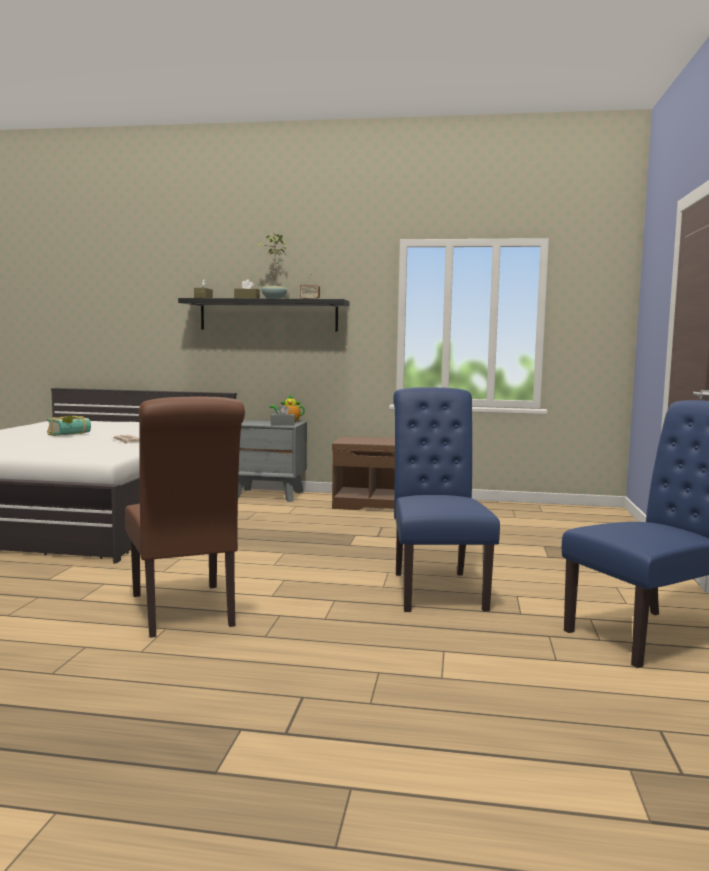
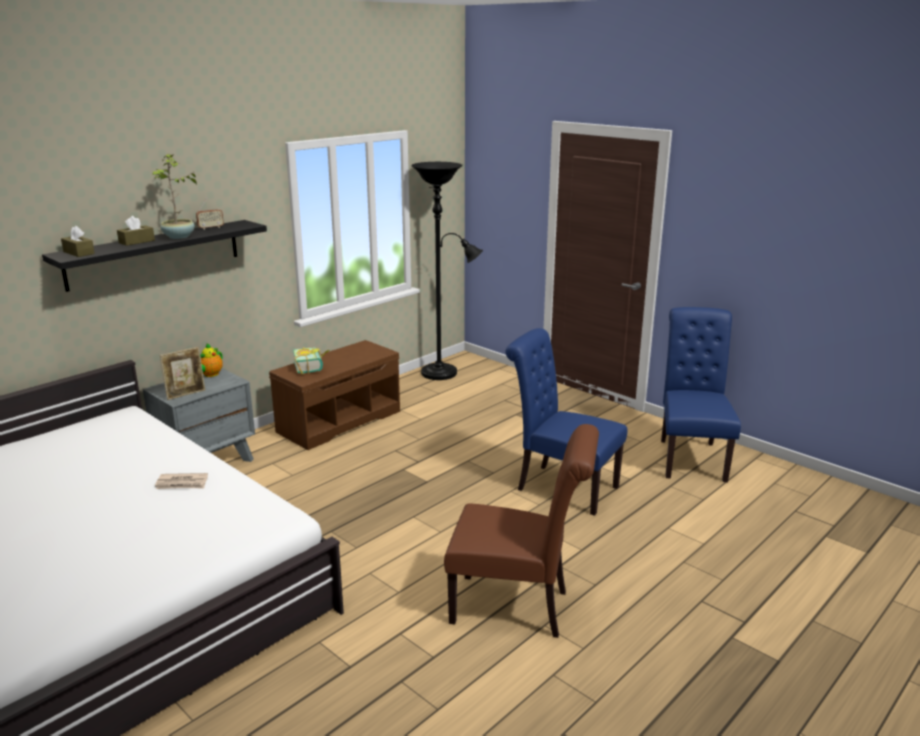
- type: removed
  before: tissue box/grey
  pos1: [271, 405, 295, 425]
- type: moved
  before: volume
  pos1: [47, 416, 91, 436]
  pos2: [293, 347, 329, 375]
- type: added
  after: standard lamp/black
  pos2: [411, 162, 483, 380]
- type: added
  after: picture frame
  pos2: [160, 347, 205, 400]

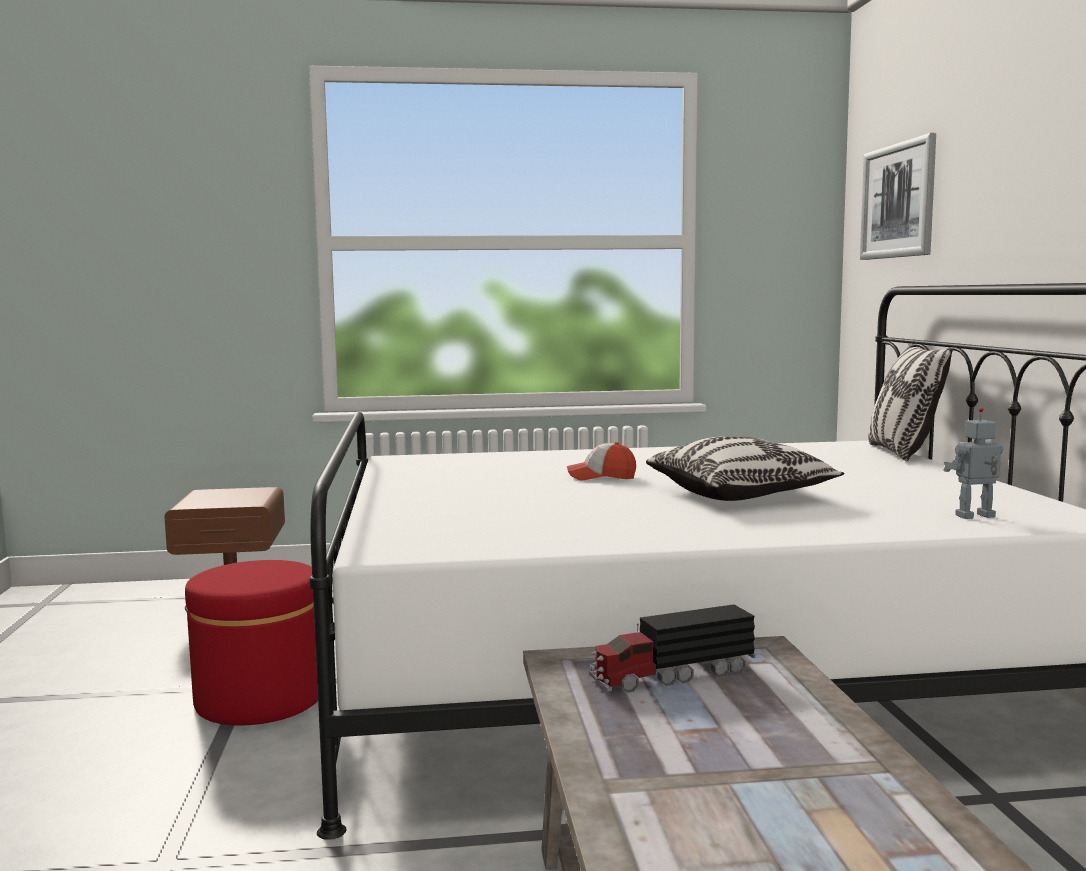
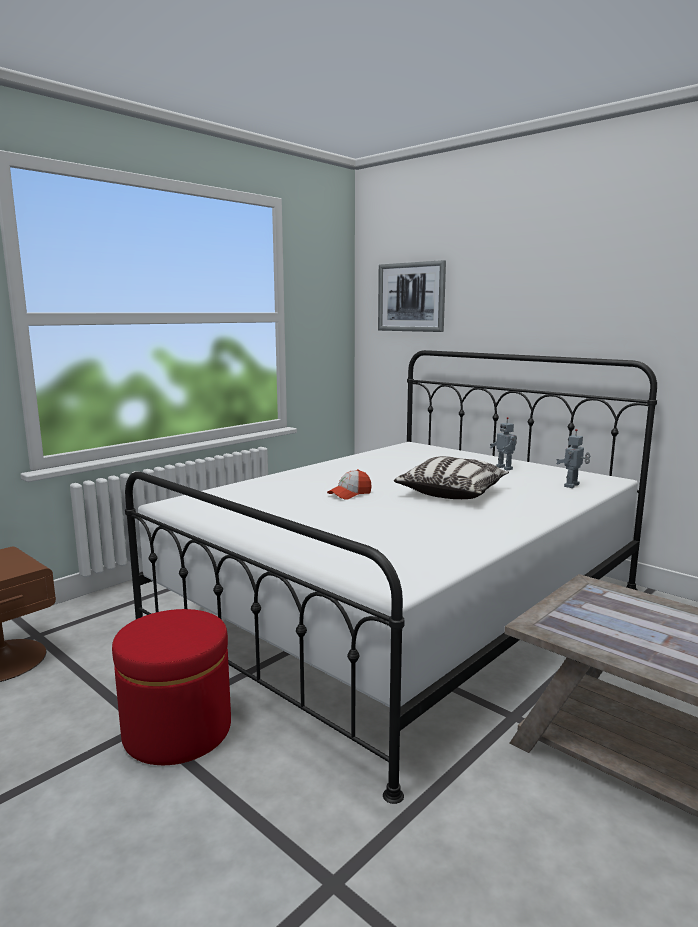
- type: removed
  before: throw pillow
  pos1: [868, 343, 952, 461]
- type: removed
  before: toy lorry
  pos1: [590, 604, 755, 693]
- type: added
  after: model robot
  pos2: [490, 417, 517, 470]

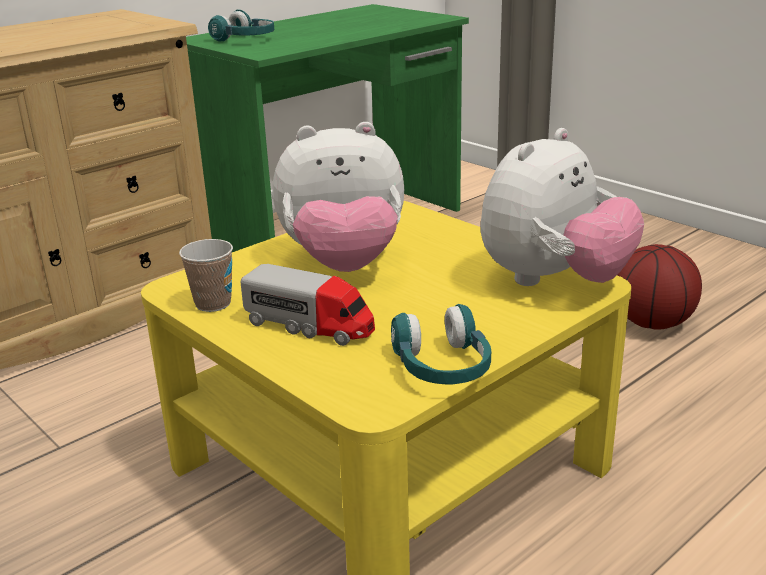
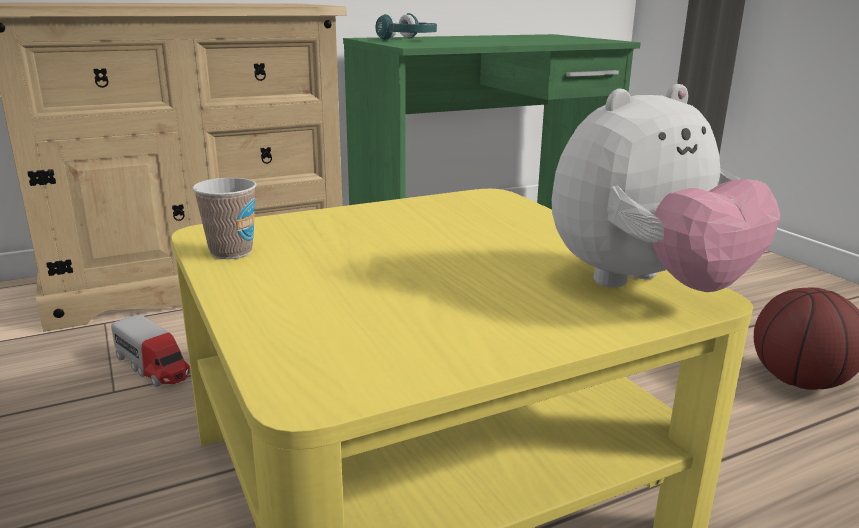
- type: removed
  before: cuddly toy
  pos1: [272, 122, 404, 272]
- type: moved
  before: toy lorry
  pos1: [240, 264, 375, 346]
  pos2: [111, 315, 191, 387]
- type: removed
  before: headphones/turquoise
  pos1: [391, 304, 491, 384]

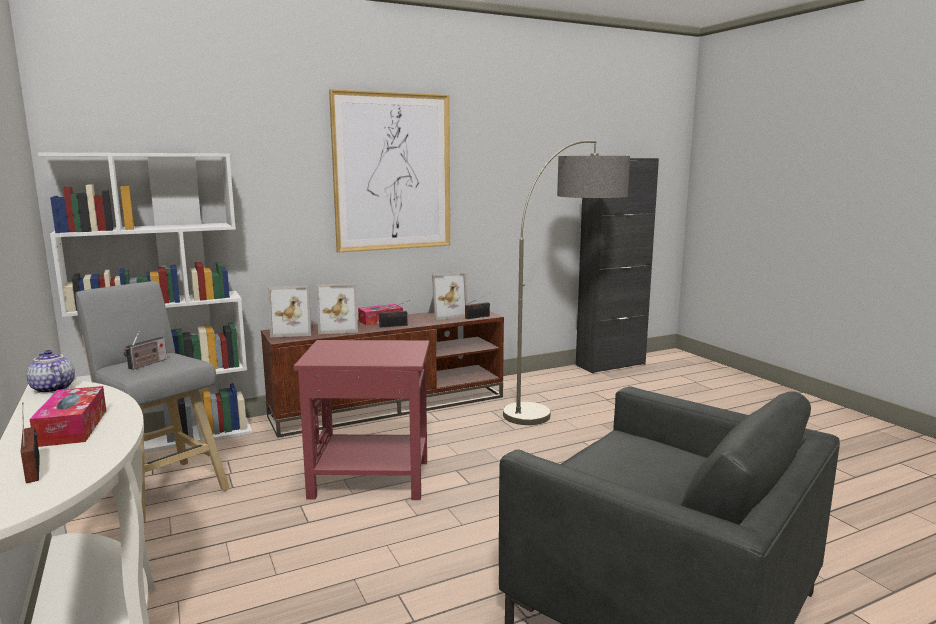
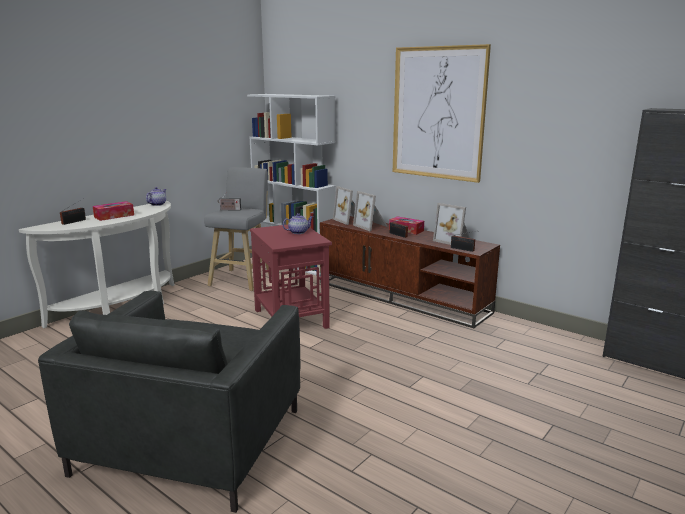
- type: removed
  before: standard lamp
  pos1: [503, 141, 630, 425]
- type: added
  after: pot for tea
  pos2: [283, 213, 313, 234]

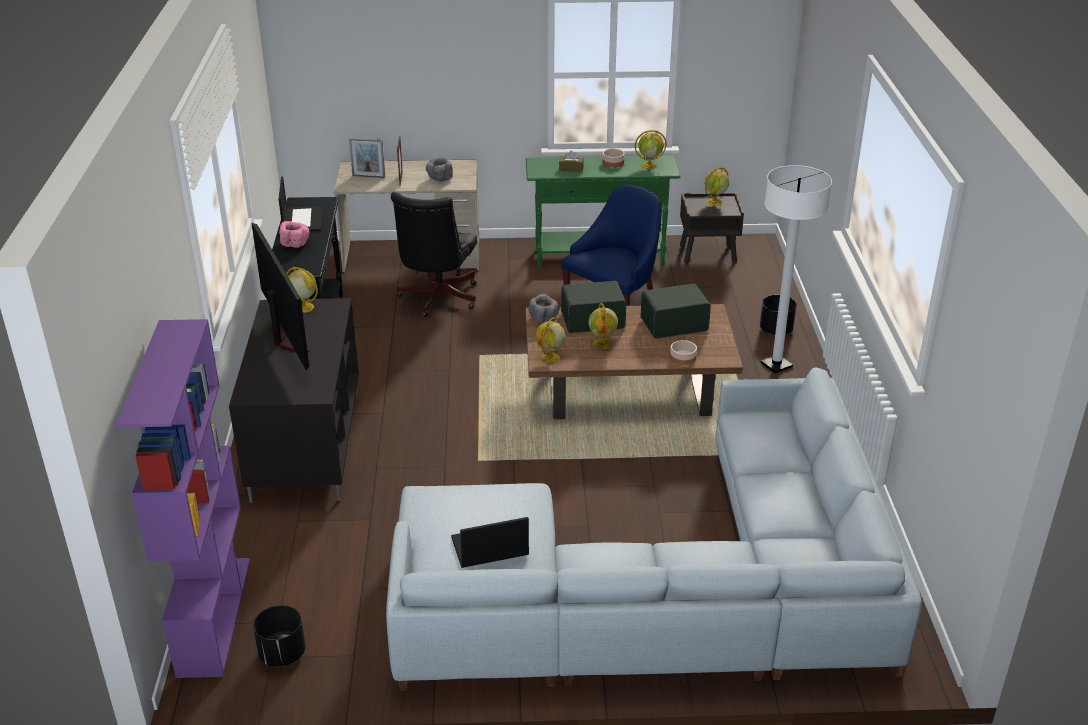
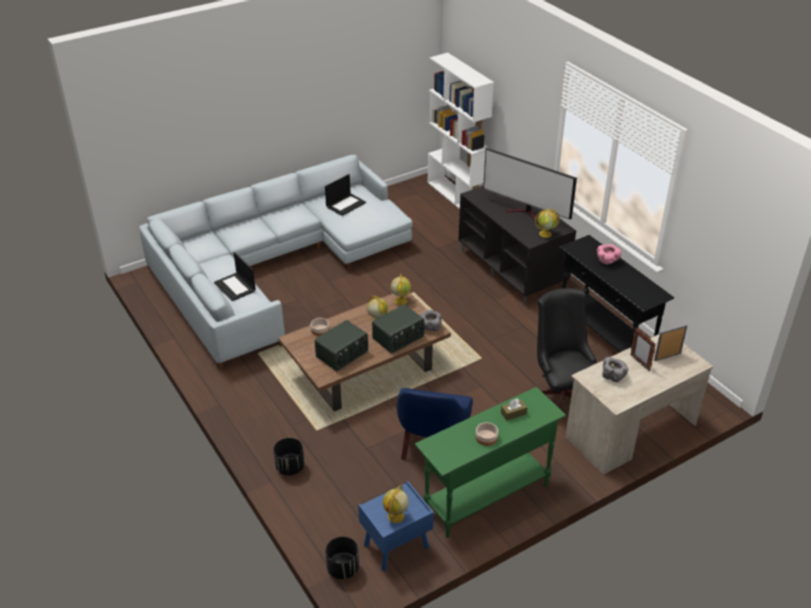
- type: removed
  before: world globe
  pos1: [635, 130, 667, 169]
- type: removed
  before: standard lamp/white-coloured
  pos1: [761, 165, 832, 373]
- type: moved
  before: laptop
  pos1: [279, 177, 322, 231]
  pos2: [214, 252, 256, 301]
- type: recoloured
  before: nightstand/brown
  after: nightstand/bluish
  pos1: [680, 193, 744, 263]
  pos2: [358, 481, 434, 571]
- type: recoloured
  before: shelving unit/purple-coloured
  after: shelving unit/white-coloured
  pos1: [116, 319, 250, 678]
  pos2: [428, 53, 494, 209]
- type: moved
  before: planter/black
  pos1: [253, 605, 305, 667]
  pos2: [325, 537, 359, 579]

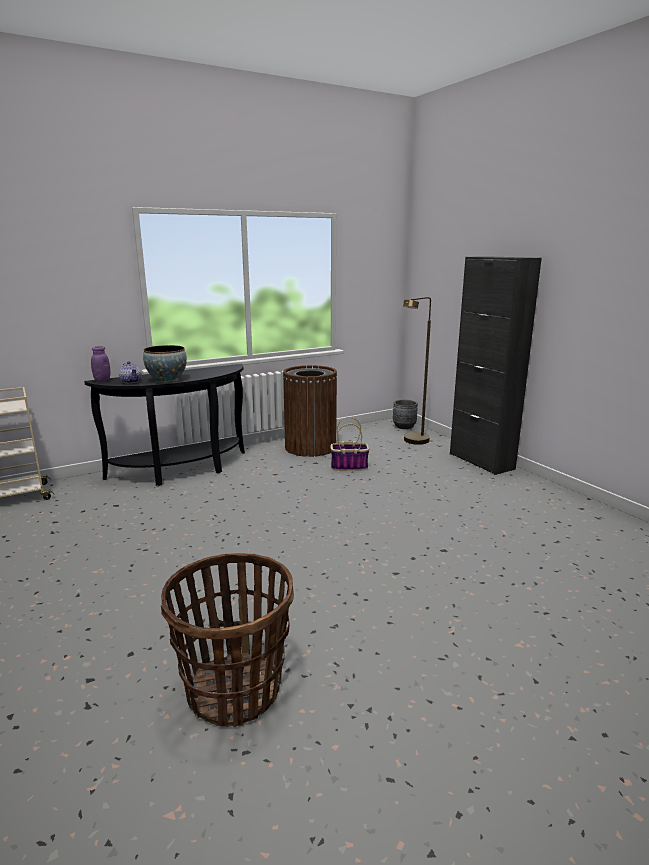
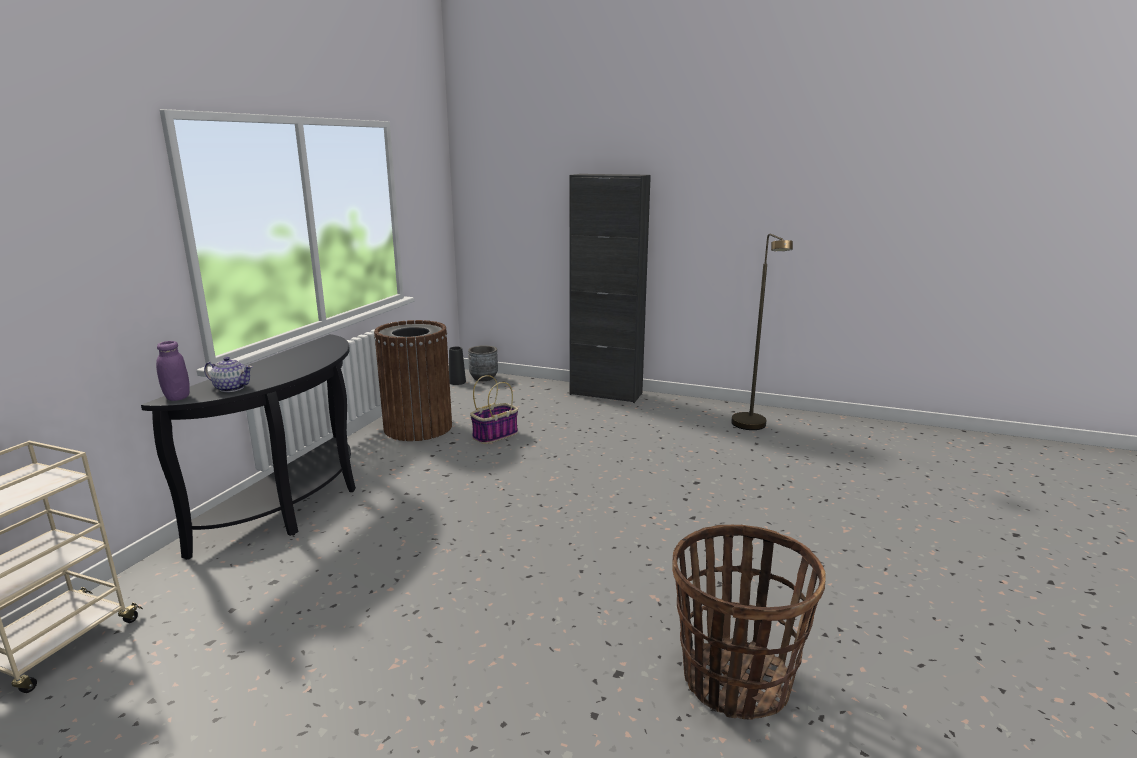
- type: moved
  before: standard lamp/brown
  pos1: [403, 297, 431, 445]
  pos2: [731, 234, 793, 430]
- type: removed
  before: bowl
  pos1: [143, 345, 187, 383]
- type: added
  after: decorative vase/black
  pos2: [449, 347, 466, 385]

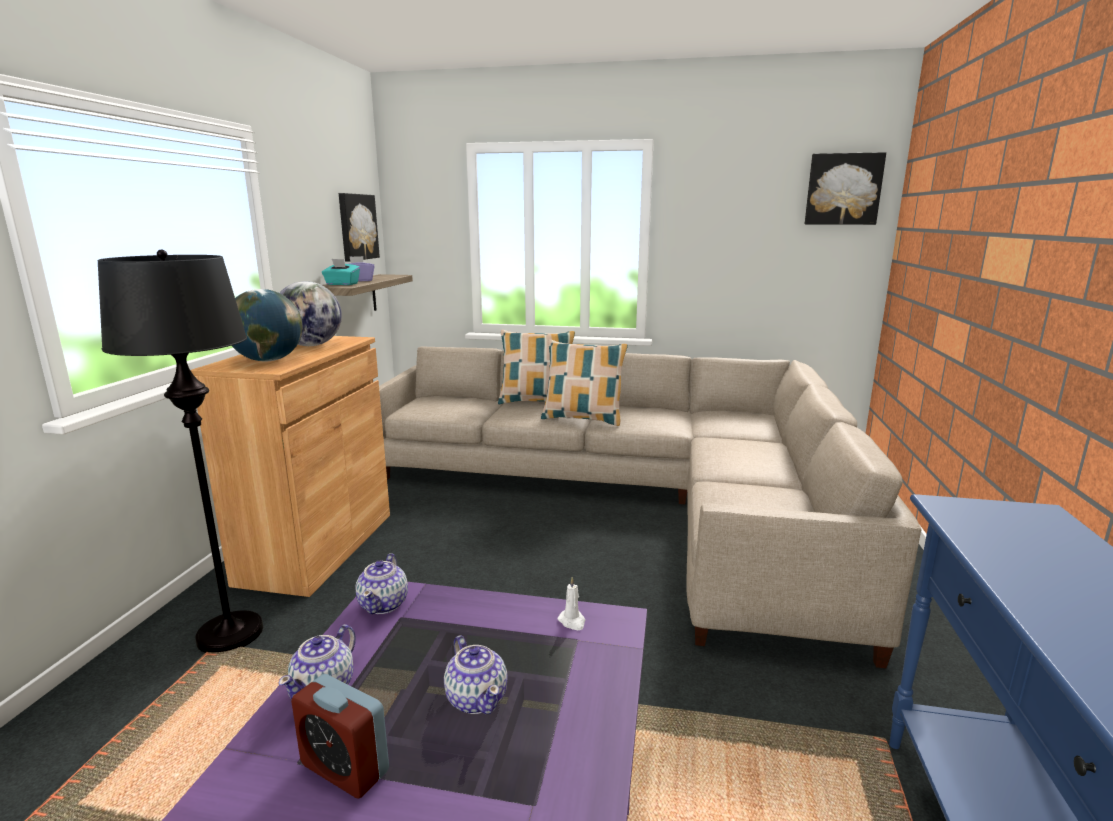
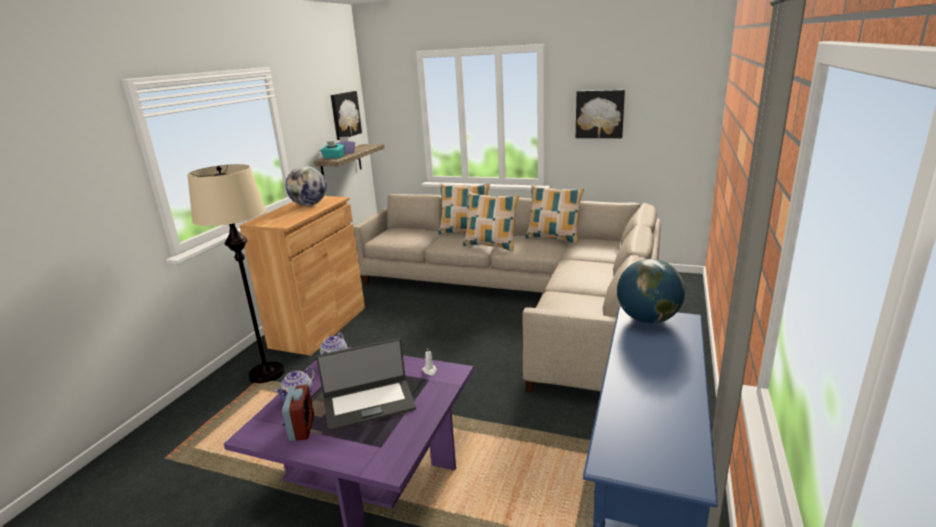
- type: moved
  before: wall picture
  pos1: [805, 152, 886, 225]
  pos2: [576, 90, 625, 138]
- type: recoloured
  before: standard lamp/black
  after: standard lamp/sand-coloured
  pos1: [97, 250, 263, 653]
  pos2: [187, 164, 284, 383]
- type: moved
  before: world globe
  pos1: [232, 289, 303, 362]
  pos2: [617, 259, 685, 323]
- type: replaced
  before: pot for tea
  after: laptop
  pos1: [444, 635, 508, 714]
  pos2: [316, 338, 416, 431]
- type: turned
  before: table clock
  pos1: [291, 674, 389, 798]
  pos2: [282, 385, 314, 441]
  turn: -135
- type: added
  after: throw pillow
  pos2: [525, 185, 584, 244]

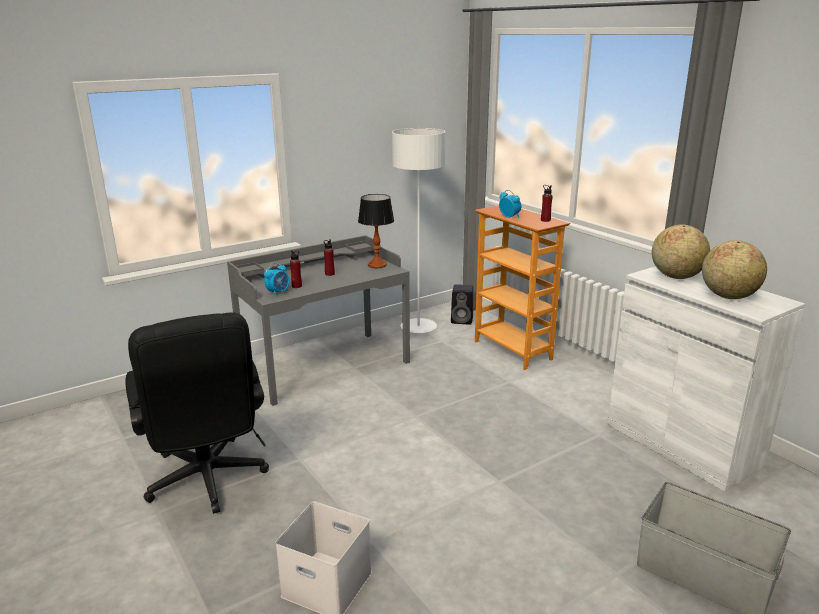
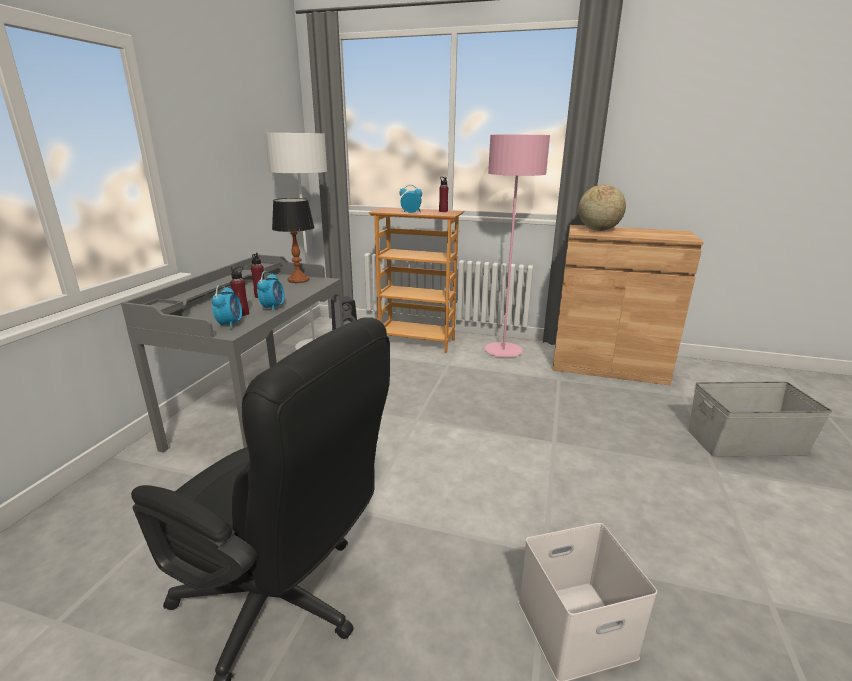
- type: removed
  before: world globe
  pos1: [702, 240, 767, 299]
- type: recoloured
  before: cabinet/white-coloured
  after: cabinet/brown
  pos1: [607, 266, 805, 492]
  pos2: [553, 225, 704, 385]
- type: added
  after: standard lamp/pinkish
  pos2: [485, 135, 550, 357]
- type: added
  after: table clock
  pos2: [257, 271, 284, 312]

